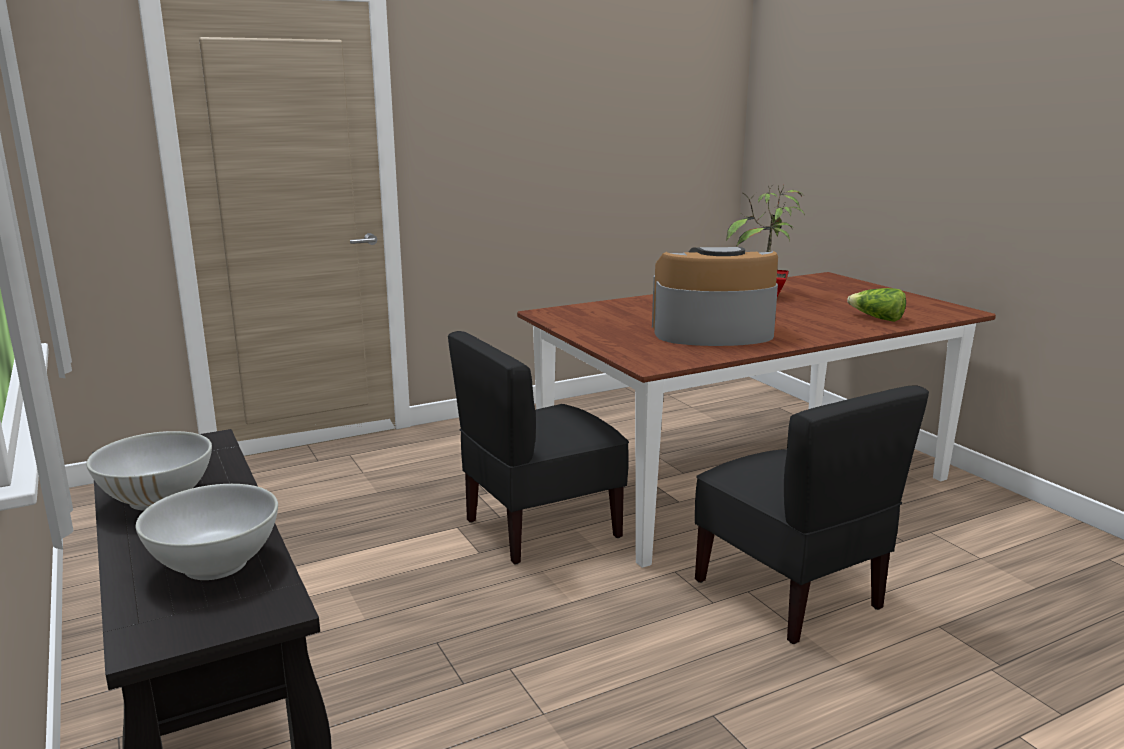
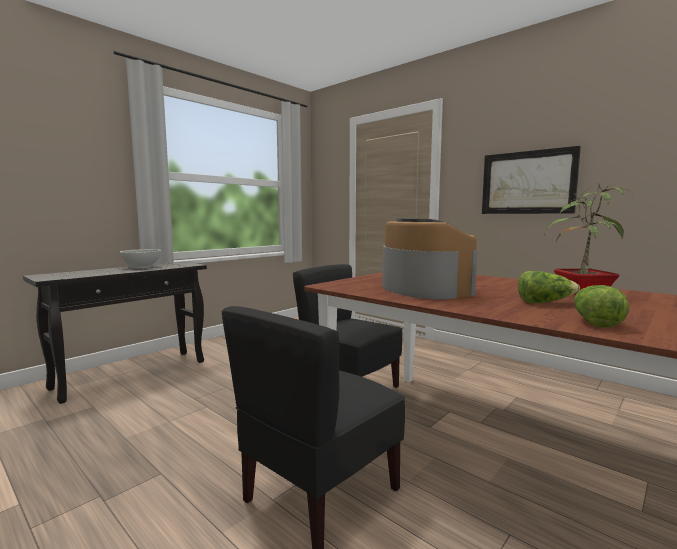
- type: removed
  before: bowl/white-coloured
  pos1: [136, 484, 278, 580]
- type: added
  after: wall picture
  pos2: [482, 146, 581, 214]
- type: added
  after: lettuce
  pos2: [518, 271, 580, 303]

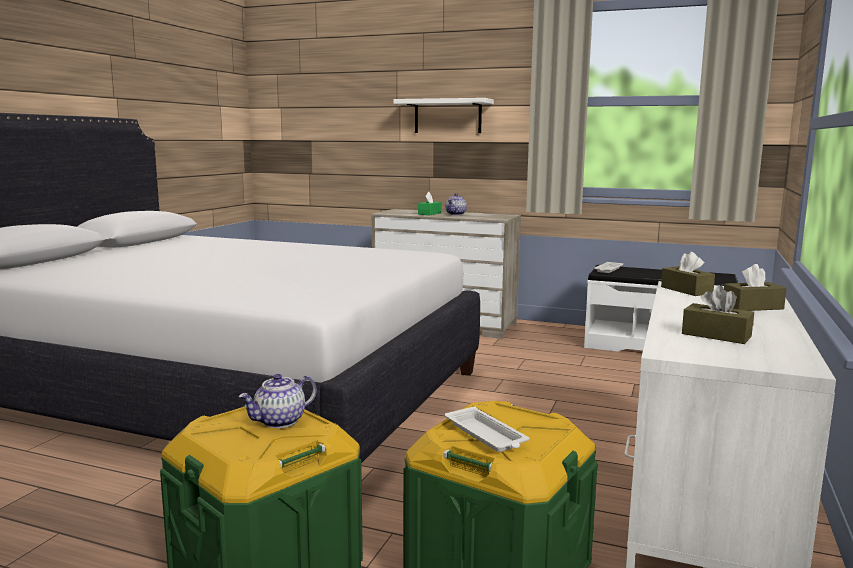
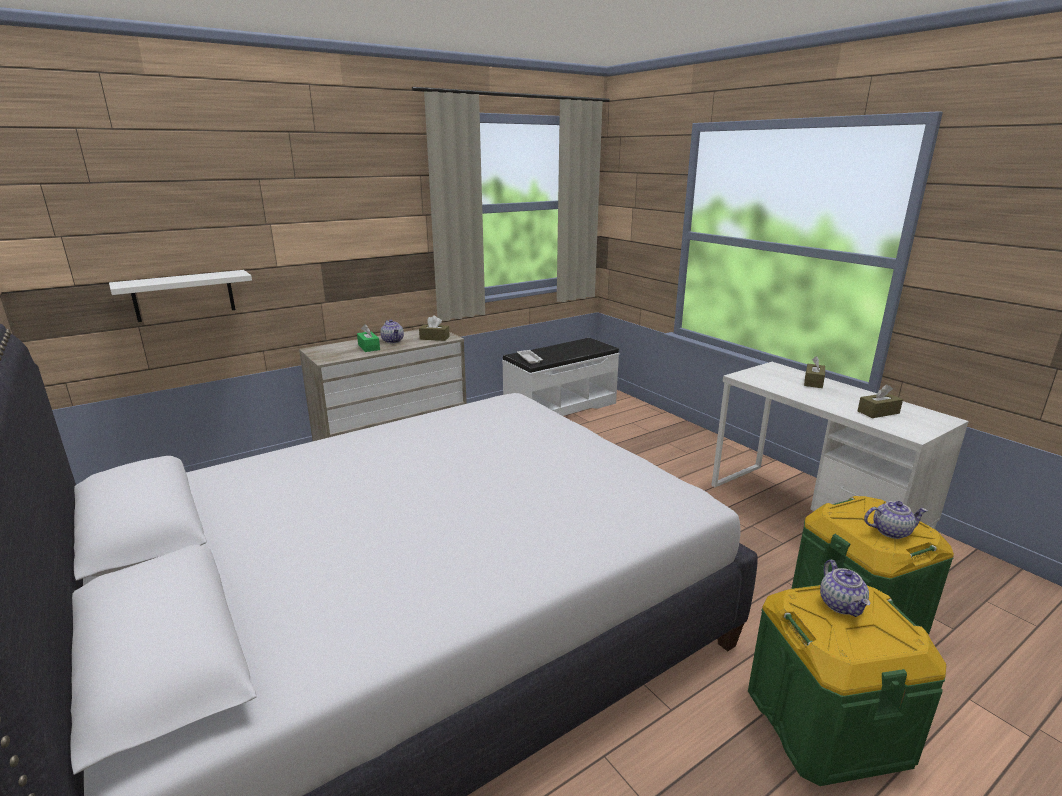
- type: moved
  before: shelf/white-coloured
  pos1: [393, 98, 494, 133]
  pos2: [109, 270, 252, 322]
- type: moved
  before: tissue box/brown
  pos1: [661, 252, 715, 296]
  pos2: [419, 315, 450, 341]
- type: replaced
  before: tray/white-coloured
  after: pot for tea
  pos1: [445, 406, 529, 452]
  pos2: [864, 501, 928, 539]

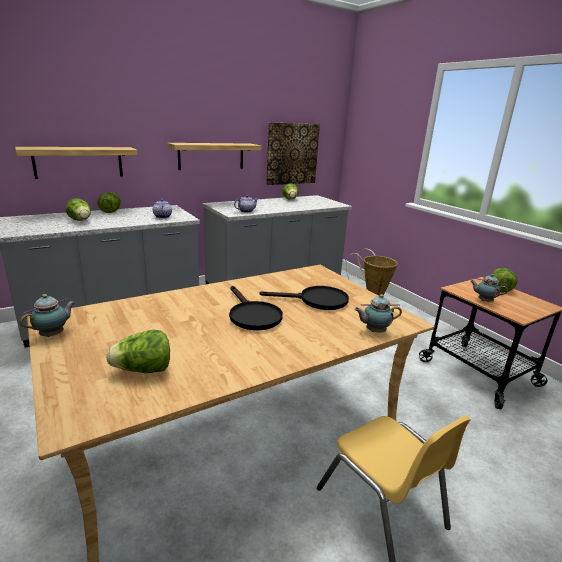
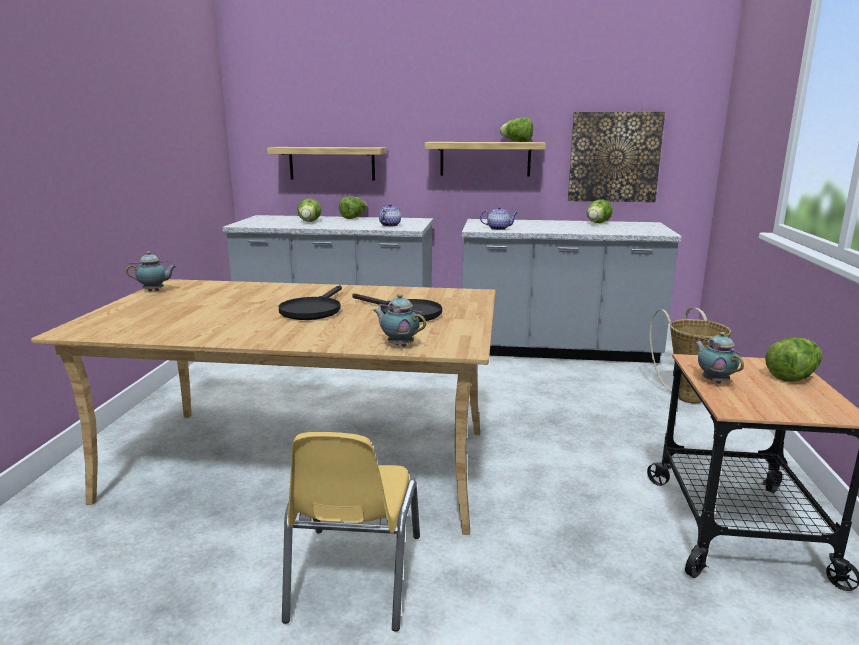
- type: moved
  before: lettuce
  pos1: [106, 330, 170, 373]
  pos2: [500, 118, 533, 142]

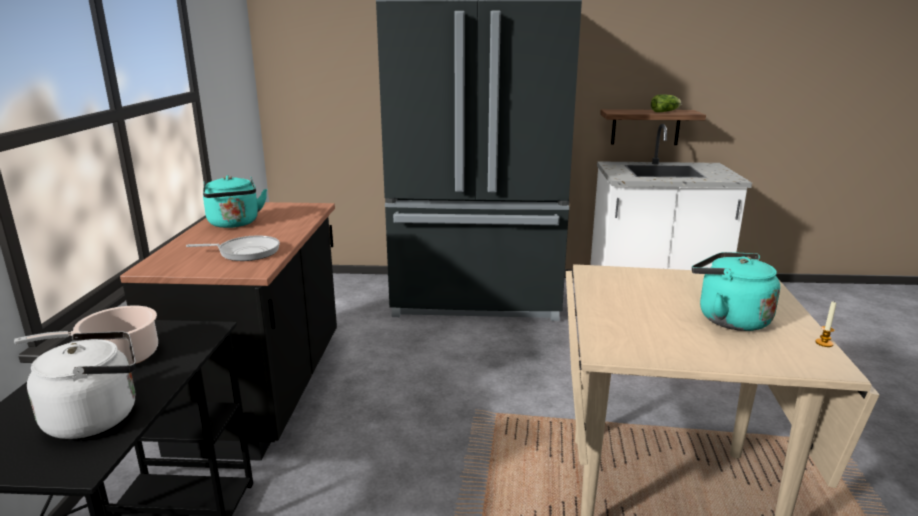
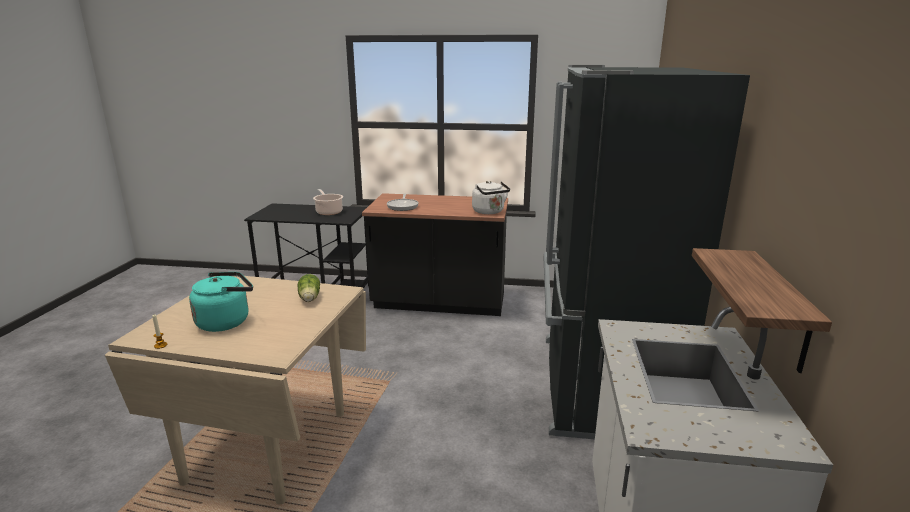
- type: moved
  before: lettuce
  pos1: [651, 94, 682, 112]
  pos2: [297, 274, 320, 302]
- type: removed
  before: kettle/turquoise
  pos1: [203, 175, 267, 228]
- type: moved
  before: kettle/white-coloured
  pos1: [27, 331, 136, 439]
  pos2: [472, 181, 510, 214]

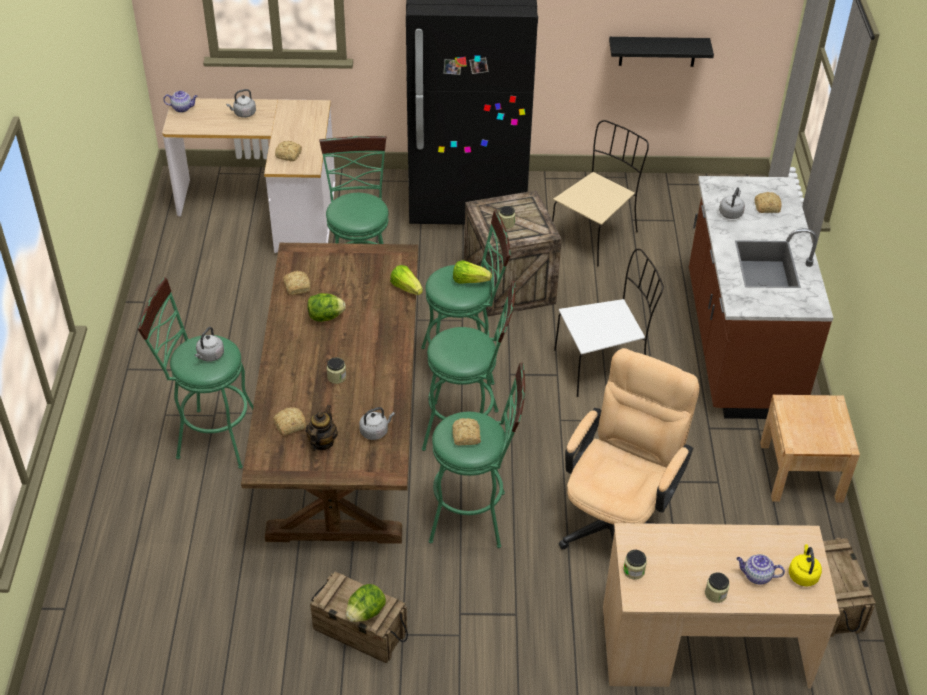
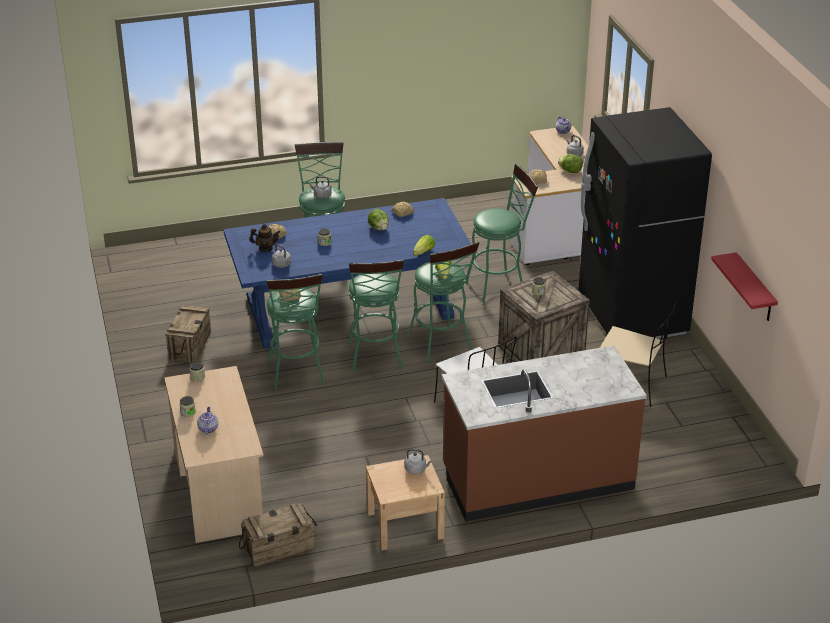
- type: recoloured
  before: shelf/black
  after: shelf/red
  pos1: [609, 37, 714, 67]
  pos2: [711, 252, 778, 321]
- type: moved
  before: kettle/grey
  pos1: [719, 187, 745, 219]
  pos2: [404, 449, 432, 474]
- type: removed
  before: bakery bread
  pos1: [755, 192, 782, 213]
- type: recoloured
  before: dining table/brown
  after: dining table/bluish
  pos1: [241, 243, 418, 544]
  pos2: [223, 198, 471, 349]
- type: removed
  before: desk chair/sand-coloured
  pos1: [559, 348, 699, 550]
- type: removed
  before: kettle/yellow
  pos1: [789, 544, 822, 586]
- type: moved
  before: lettuce
  pos1: [346, 584, 386, 622]
  pos2: [558, 154, 583, 173]

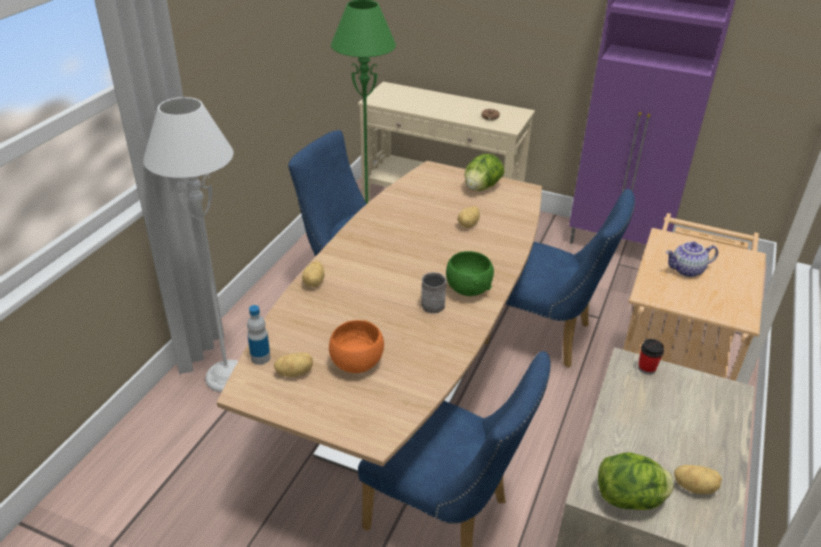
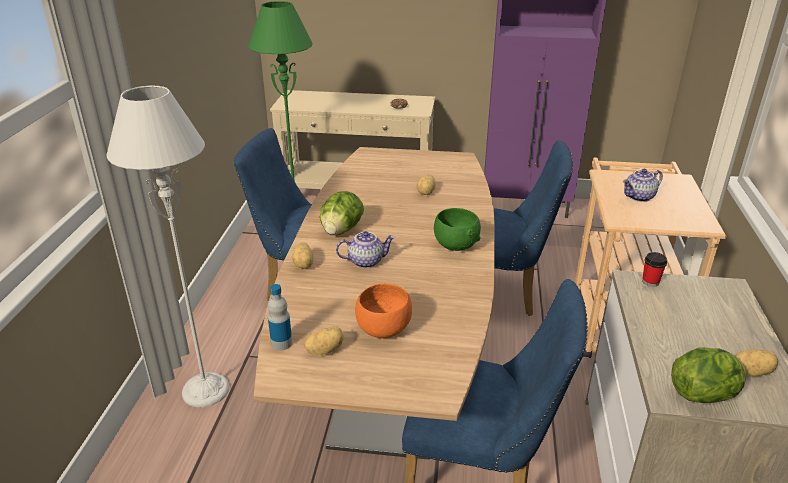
- type: moved
  before: lettuce
  pos1: [465, 154, 504, 191]
  pos2: [320, 191, 364, 235]
- type: removed
  before: mug/grey
  pos1: [421, 272, 446, 314]
- type: added
  after: pot for tea
  pos2: [336, 231, 395, 268]

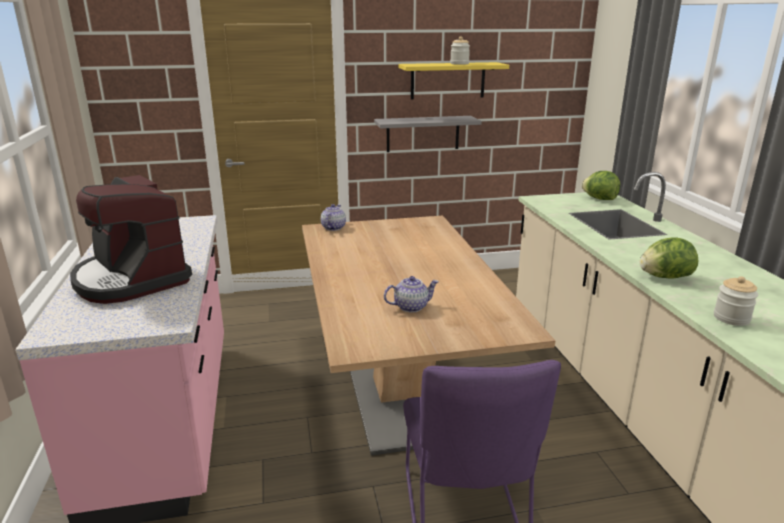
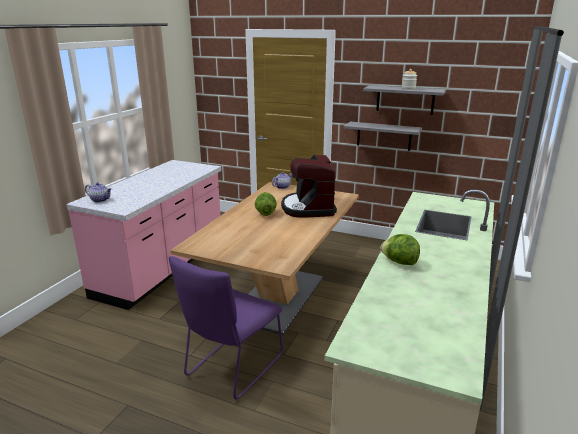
- type: recoloured
  before: shelf/yellow
  after: shelf/grey
  pos1: [399, 62, 509, 99]
  pos2: [363, 85, 446, 115]
- type: moved
  before: lettuce
  pos1: [581, 171, 620, 200]
  pos2: [255, 192, 277, 216]
- type: moved
  before: coffee brewer
  pos1: [70, 175, 192, 304]
  pos2: [281, 155, 337, 218]
- type: moved
  before: pot for tea
  pos1: [384, 276, 439, 312]
  pos2: [85, 182, 112, 202]
- type: removed
  before: jar
  pos1: [714, 276, 758, 326]

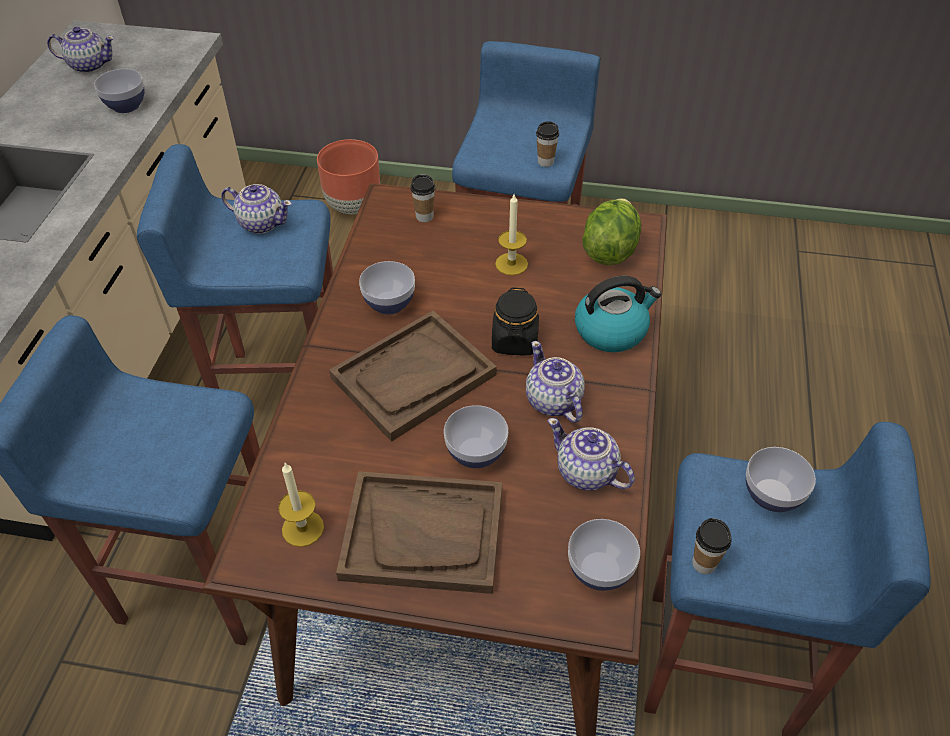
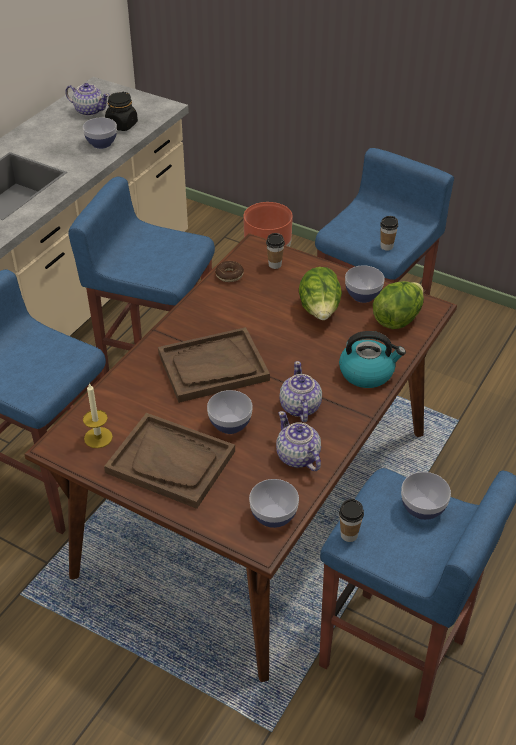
- type: removed
  before: pot for tea
  pos1: [221, 184, 292, 234]
- type: replaced
  before: wax candle
  after: lettuce
  pos1: [495, 194, 528, 275]
  pos2: [299, 267, 342, 320]
- type: moved
  before: bowl
  pos1: [359, 261, 415, 315]
  pos2: [345, 265, 385, 303]
- type: moved
  before: jar/black
  pos1: [492, 288, 539, 355]
  pos2: [105, 92, 138, 131]
- type: added
  after: donut
  pos2: [215, 261, 244, 282]

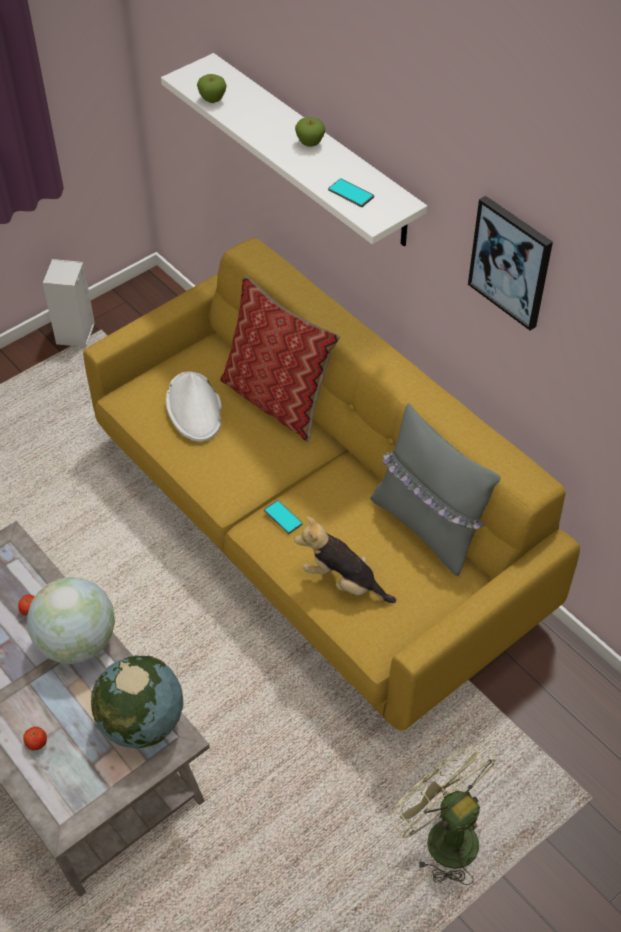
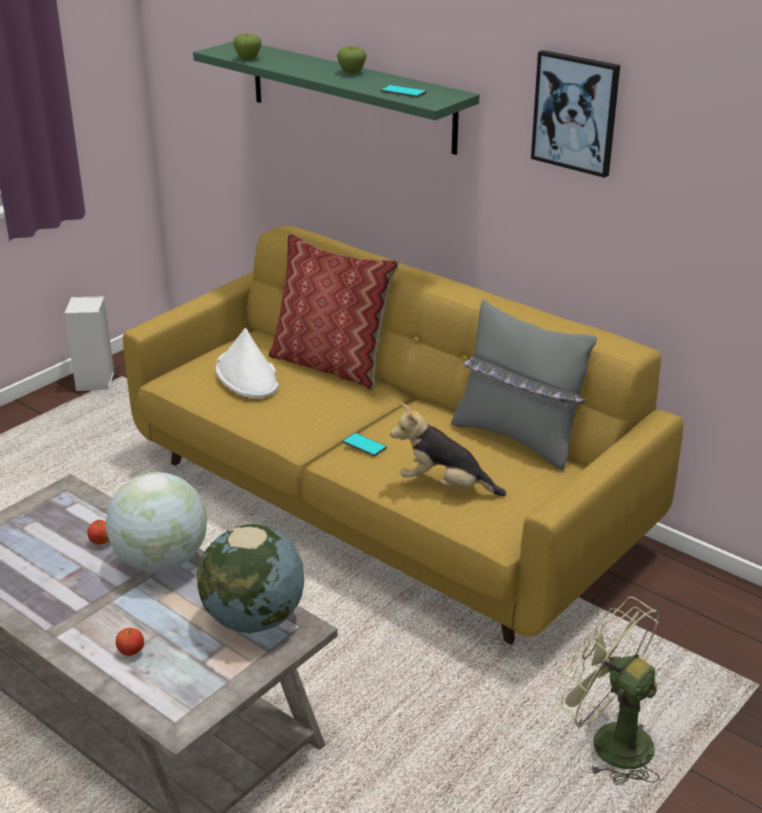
- type: recoloured
  before: shelf/white-coloured
  after: shelf/greenish
  pos1: [161, 53, 427, 246]
  pos2: [193, 42, 479, 155]

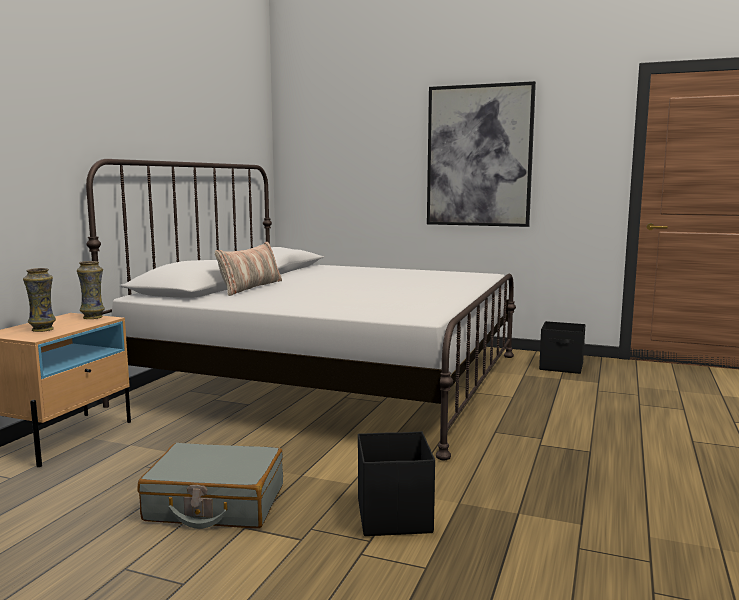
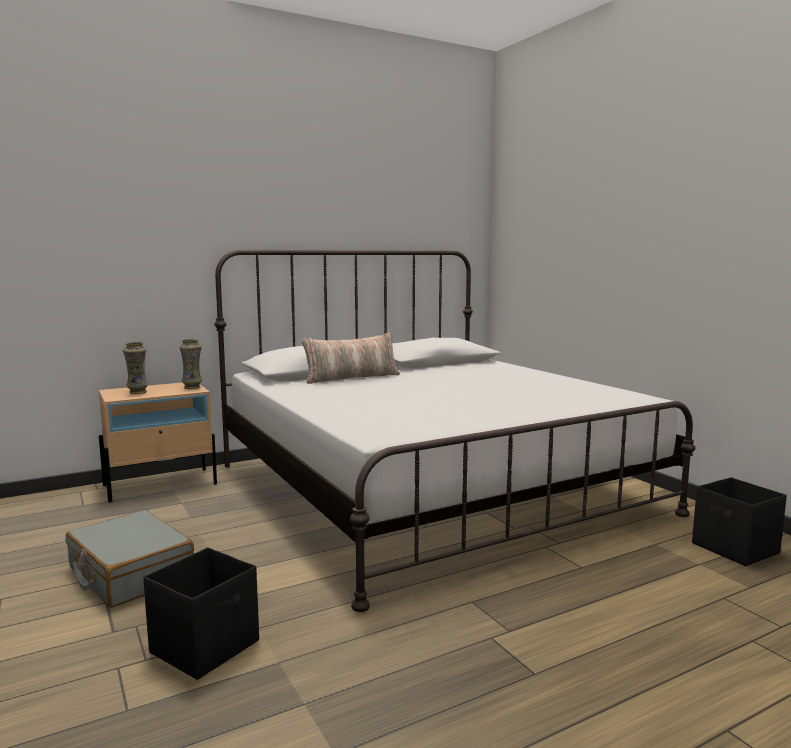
- type: removed
  before: wall picture
  pos1: [427, 81, 536, 227]

